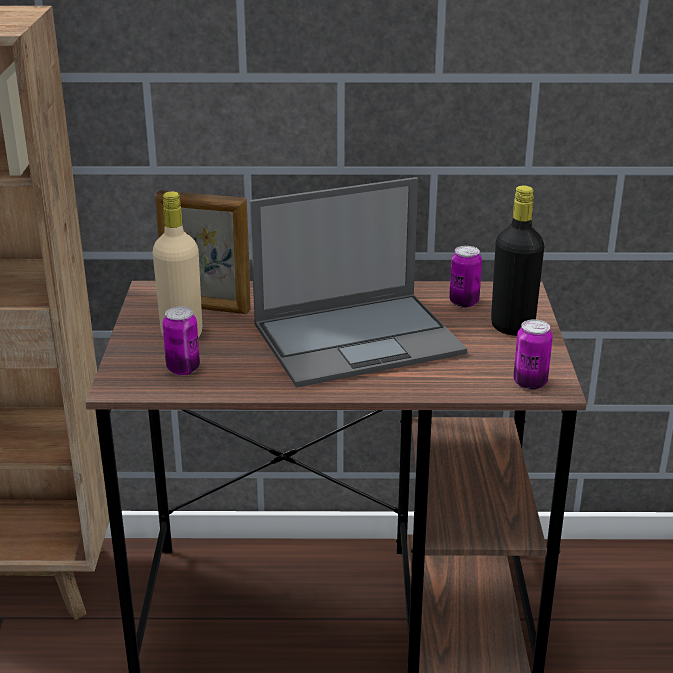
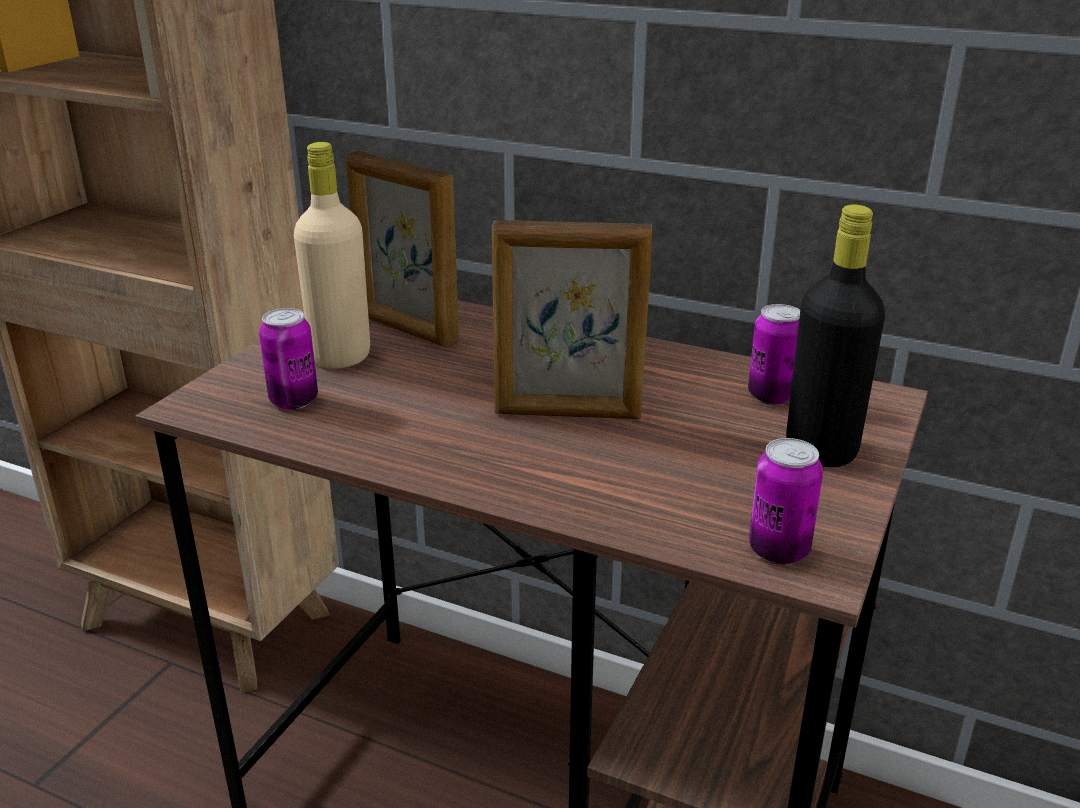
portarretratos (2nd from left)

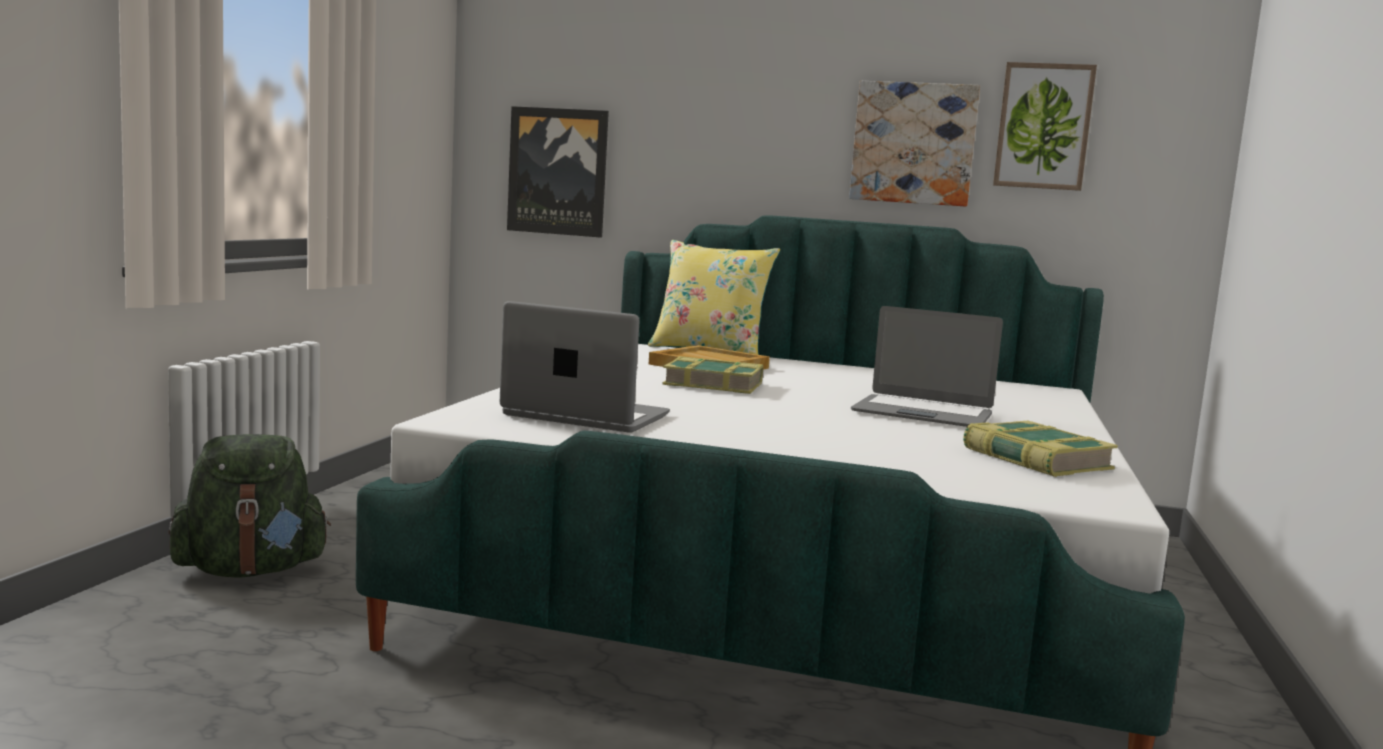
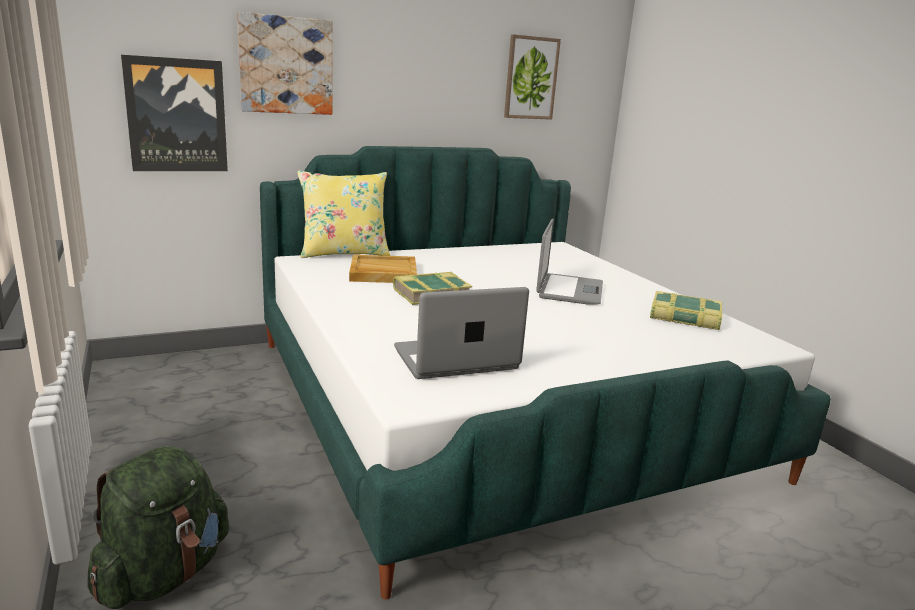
cuadro (2nd from left)
portátil (2nd from left)

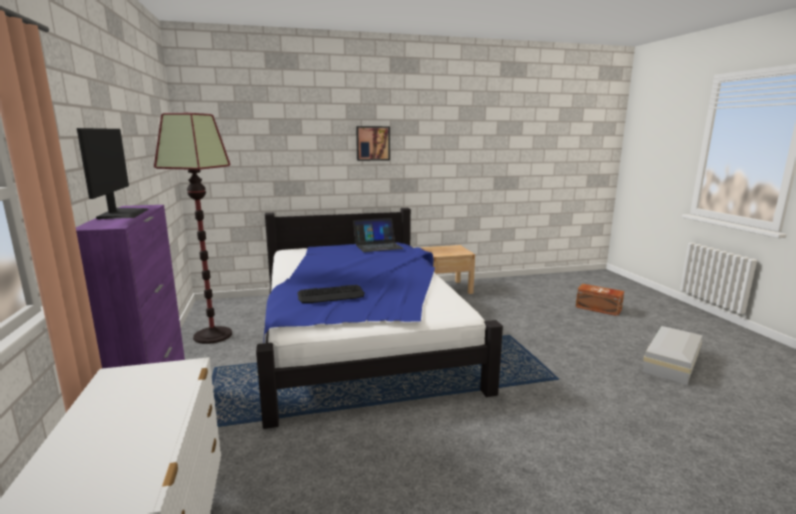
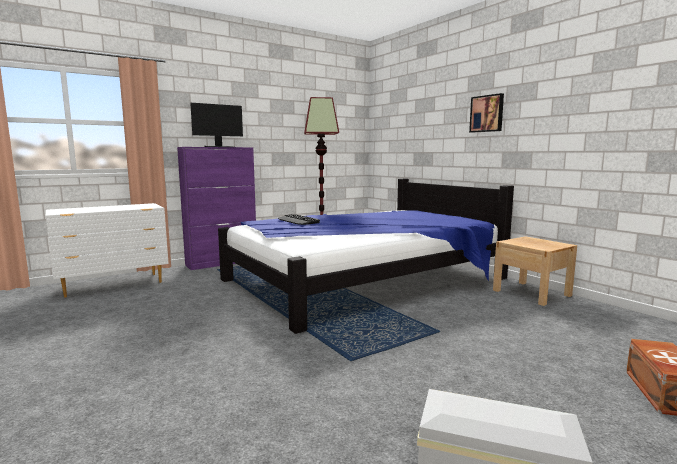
portátil

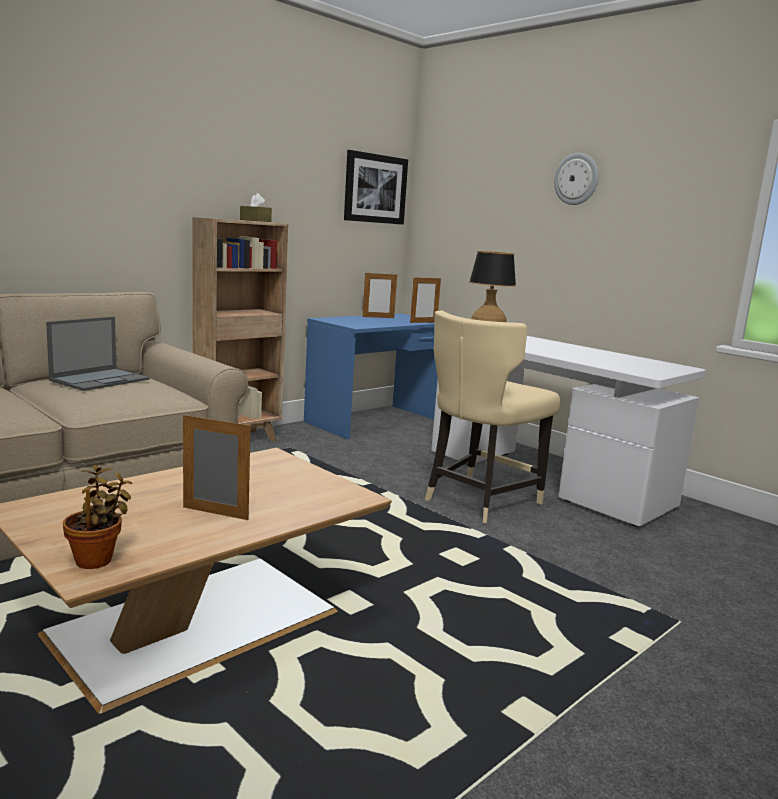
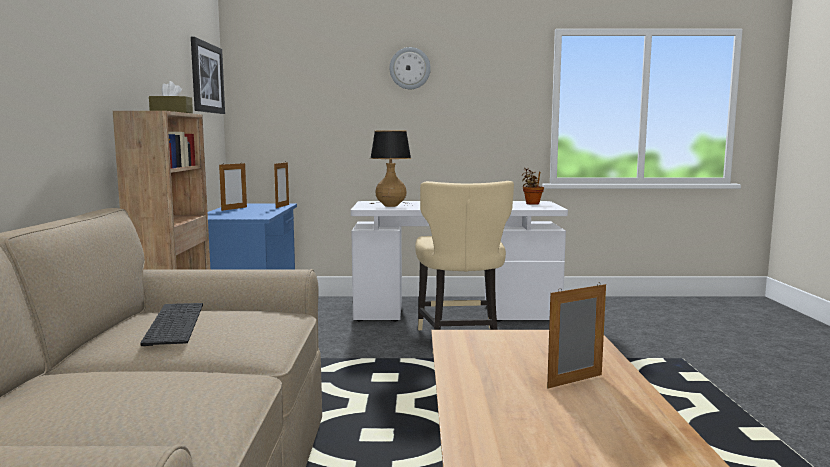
teclado
planta en maceta

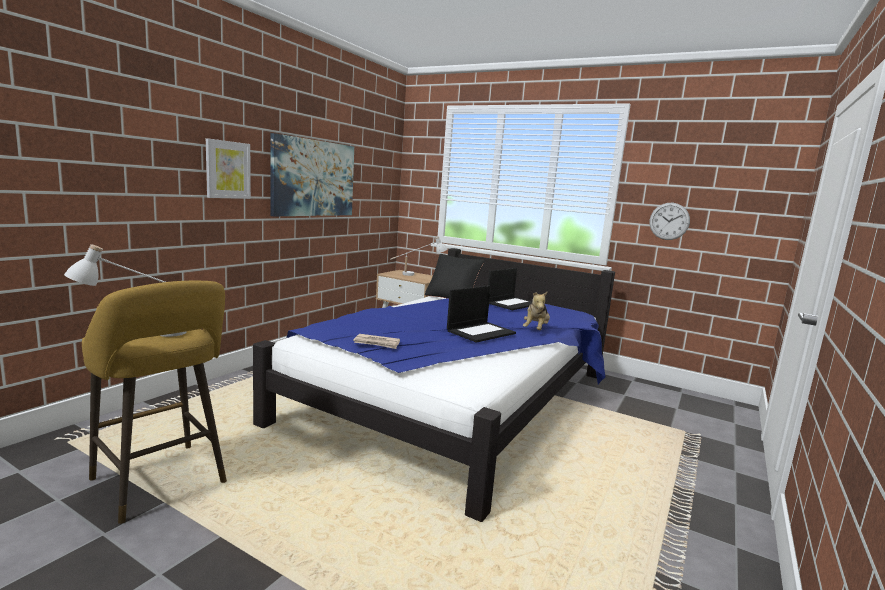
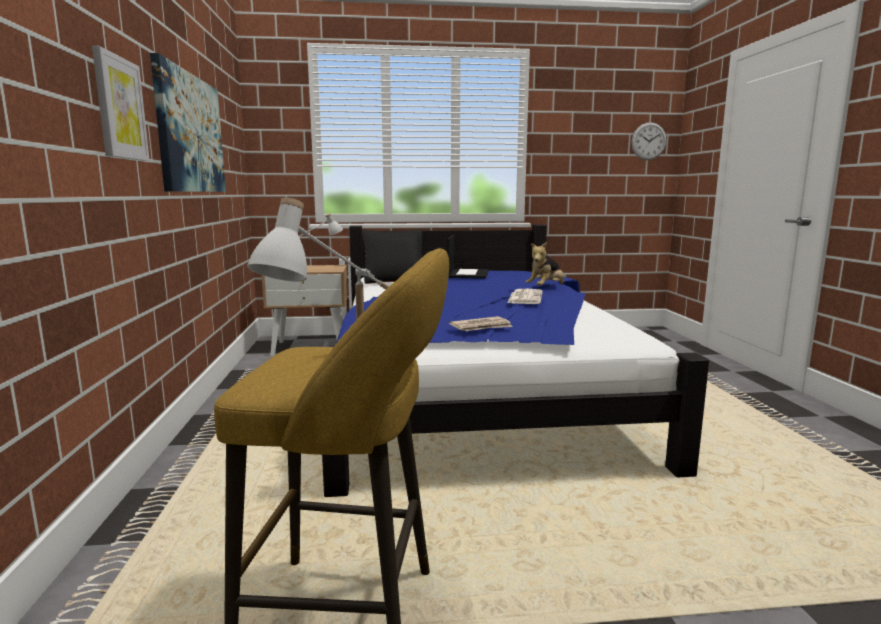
reloj de pared
periódico (2nd from left)
peluche

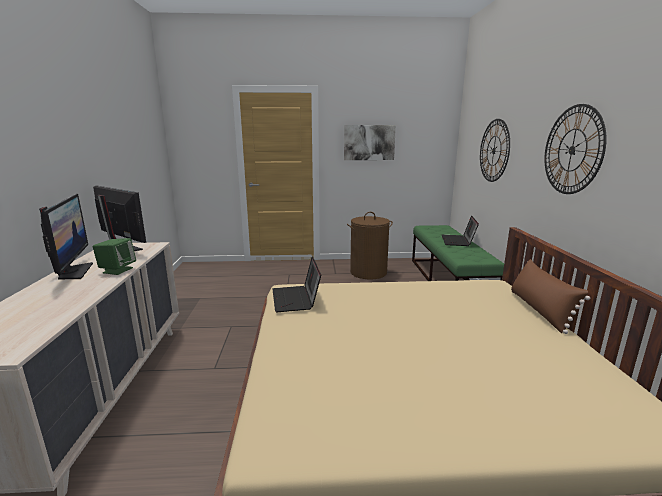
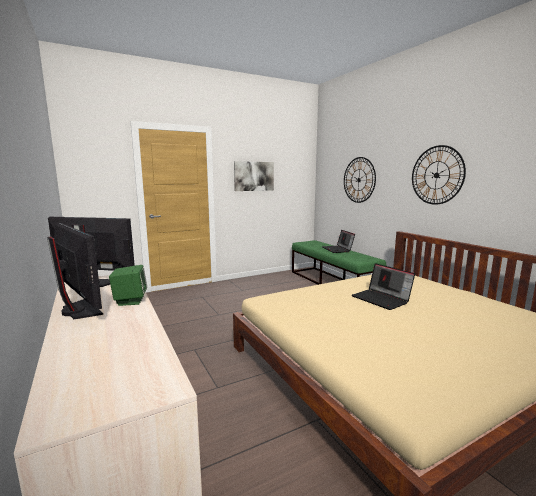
cesto de la ropa/marrón
portátil (2nd from left)
cojín/marrón

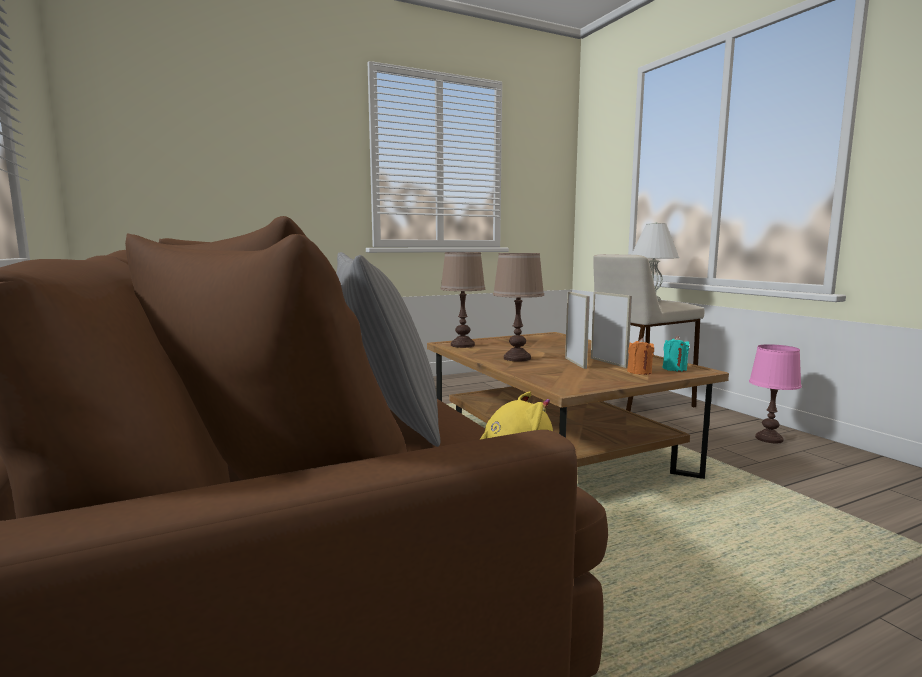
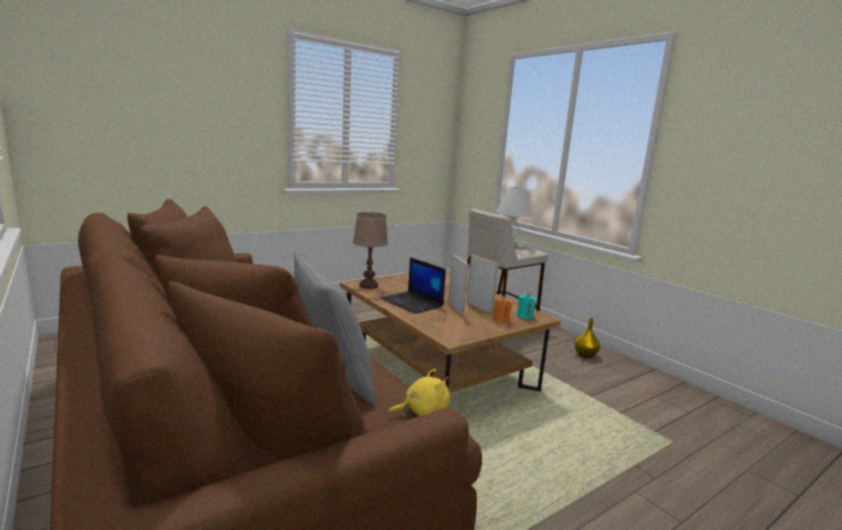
portátil
florero/amarillo

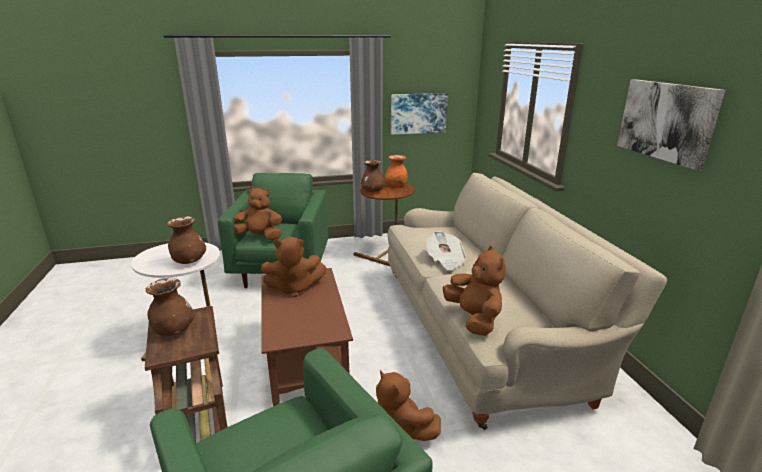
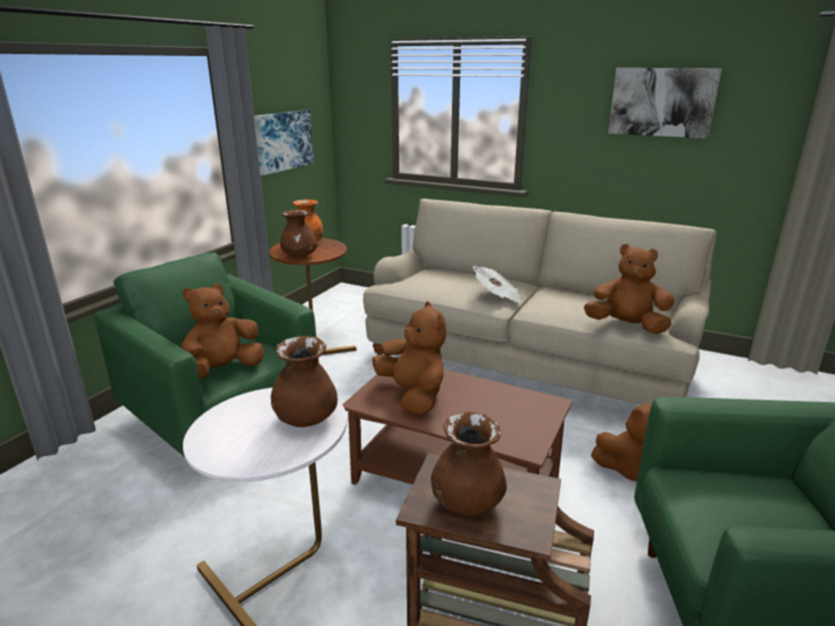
peluche/marrón (2nd from left)

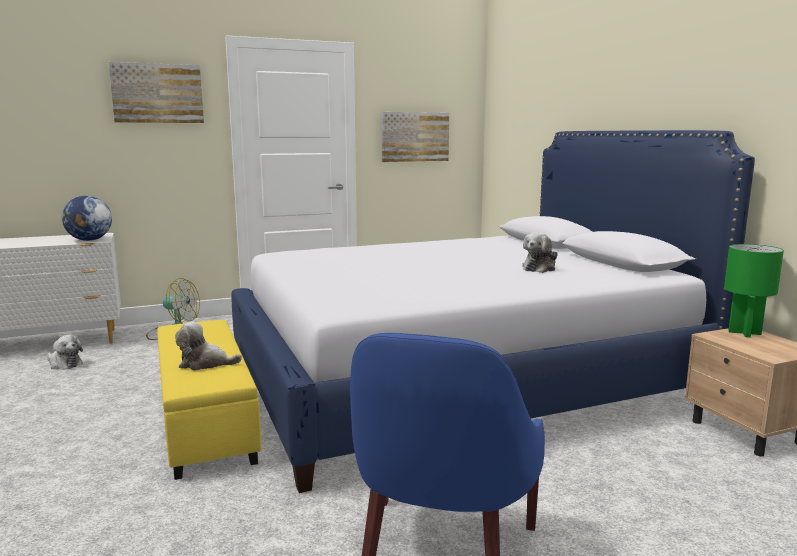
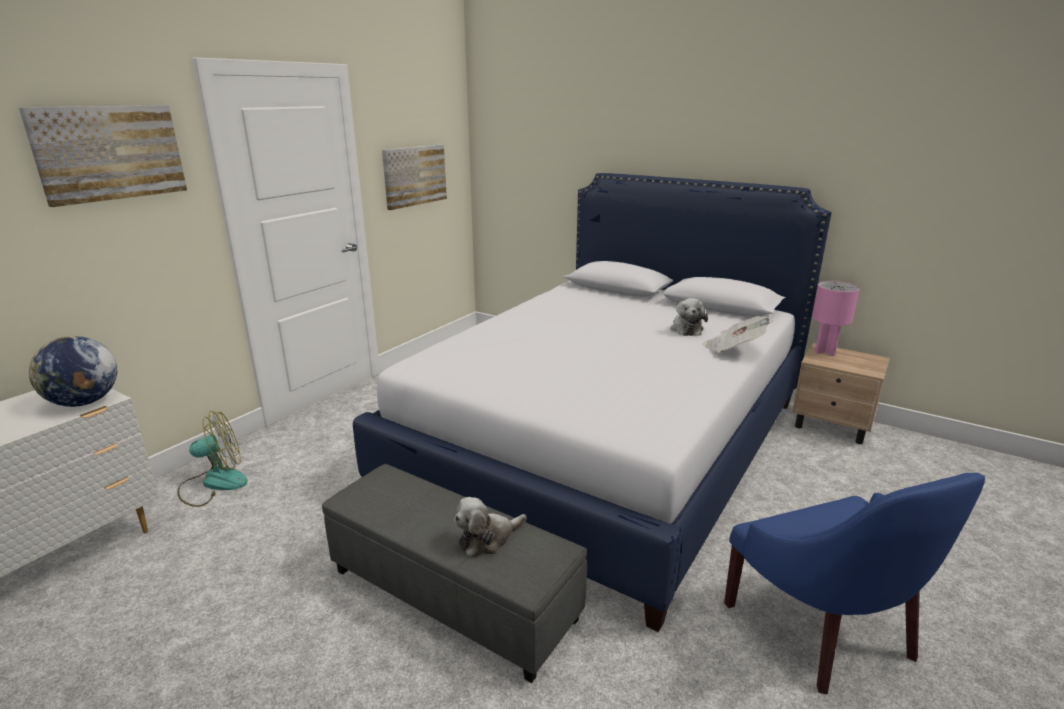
lámpara de mesa/rosa
puf/gris
peluche (1st from left in the first image)
periódico

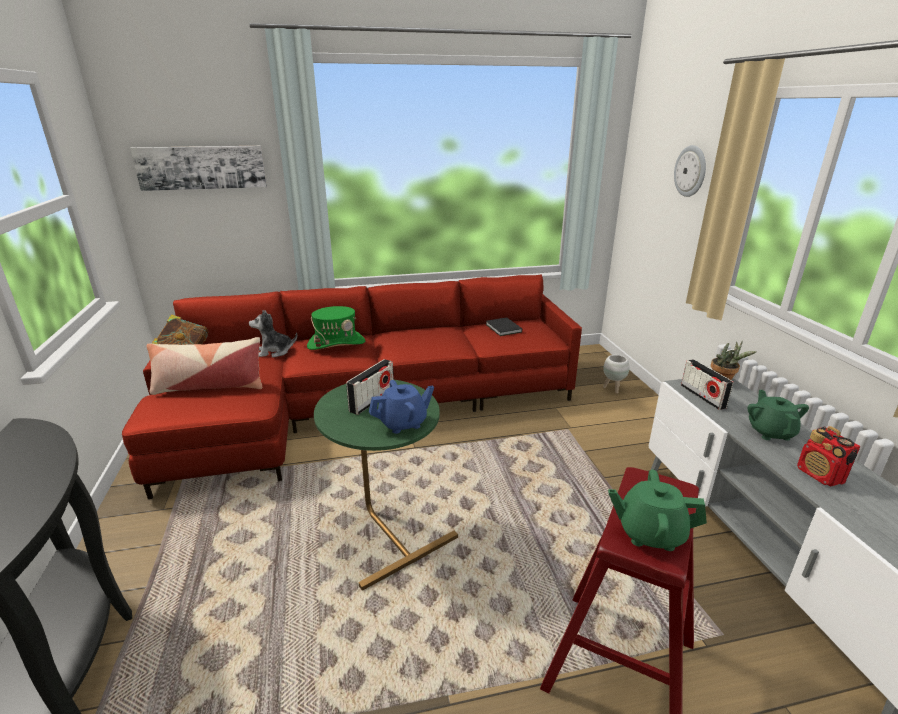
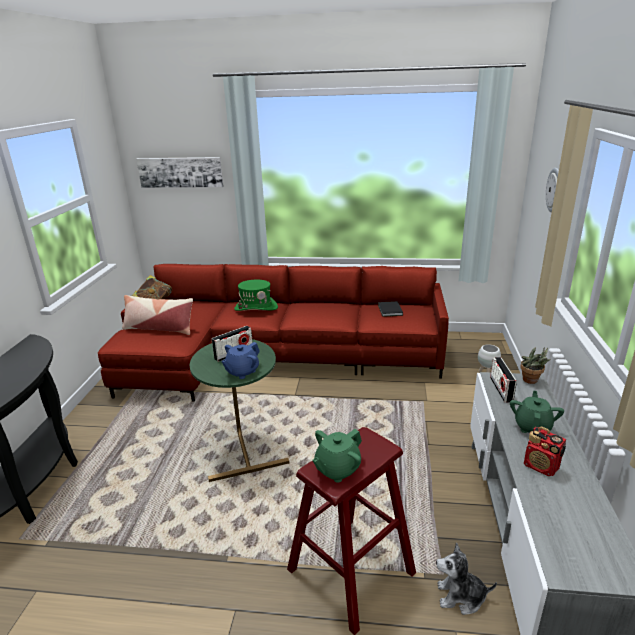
peluche
tetera/azul
radio (3rd from left)
tetera/verde (1st from left)

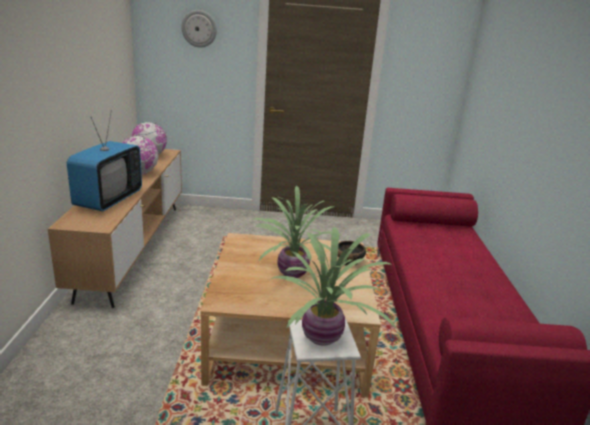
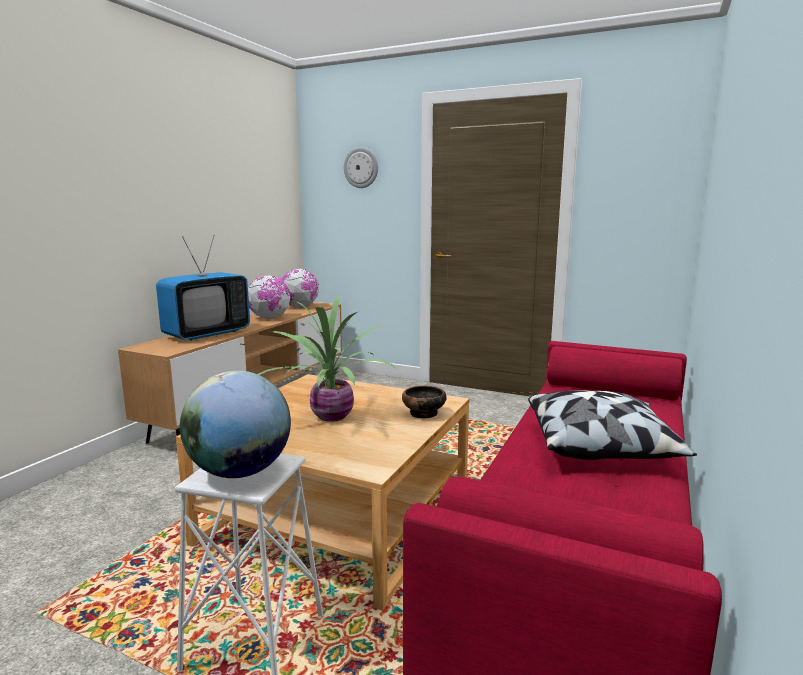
globo terráqueo (1st from left)
cojín

